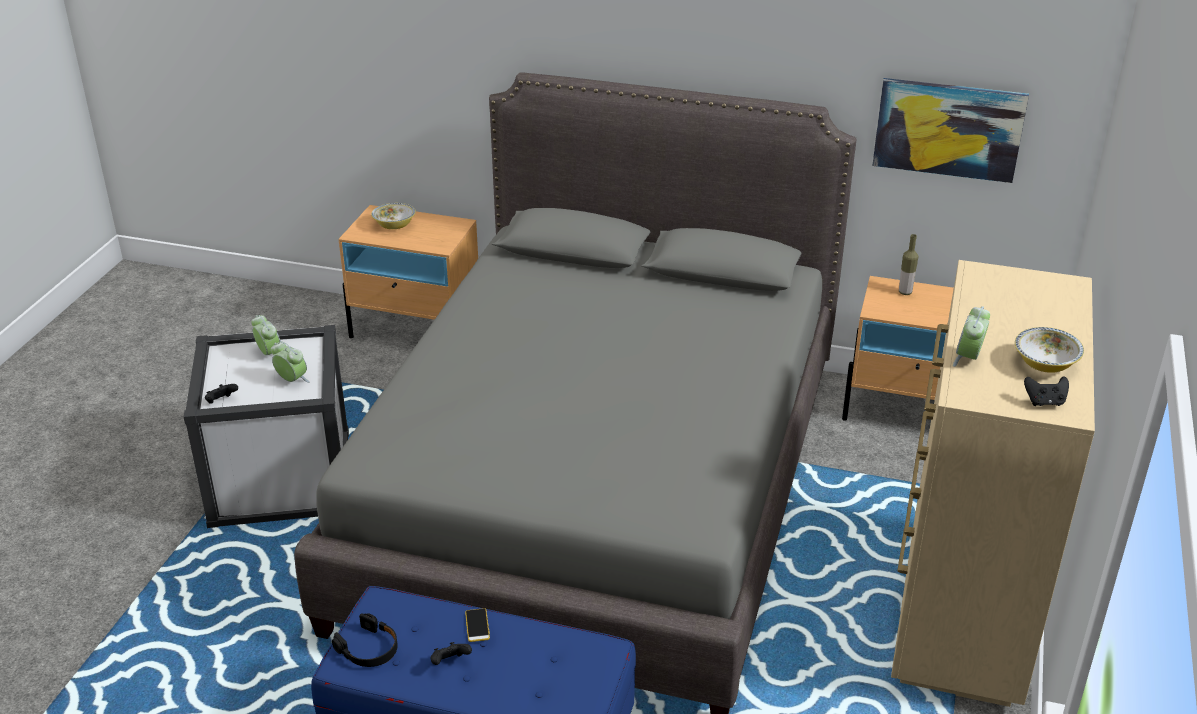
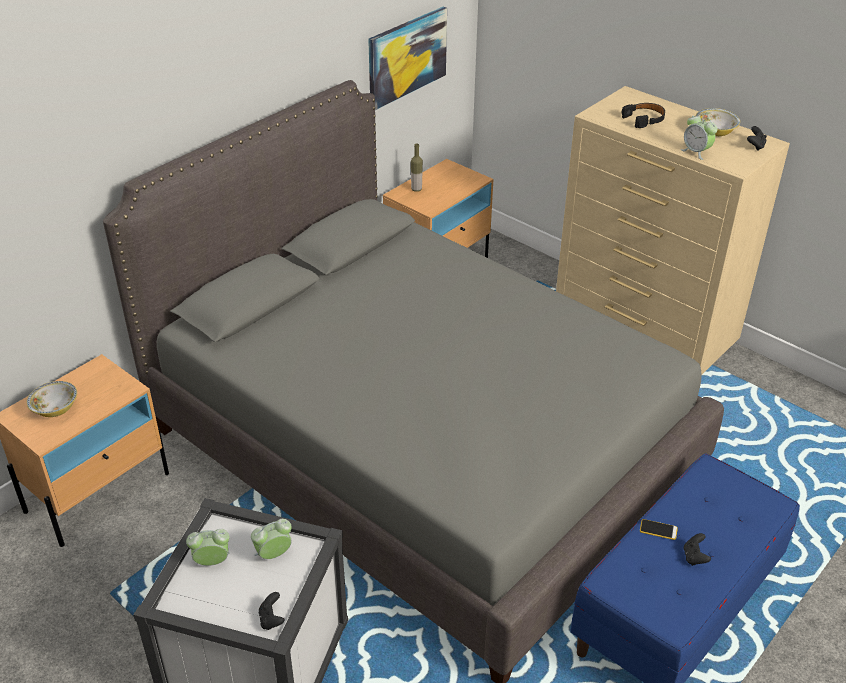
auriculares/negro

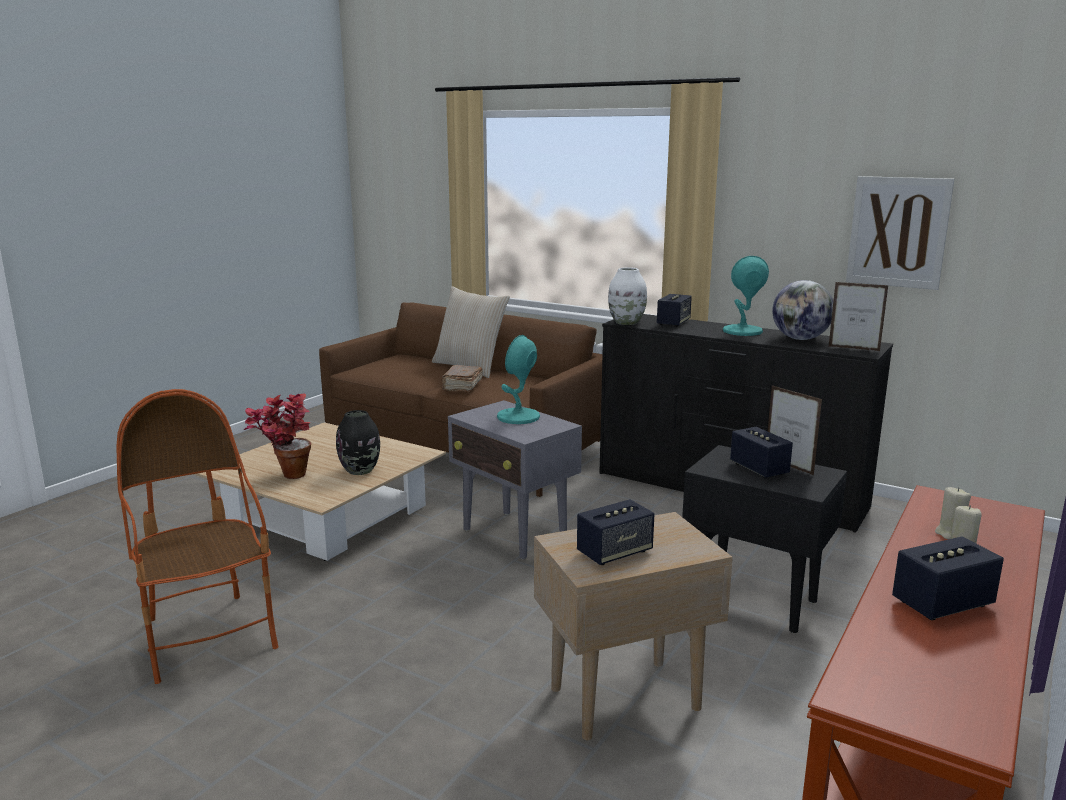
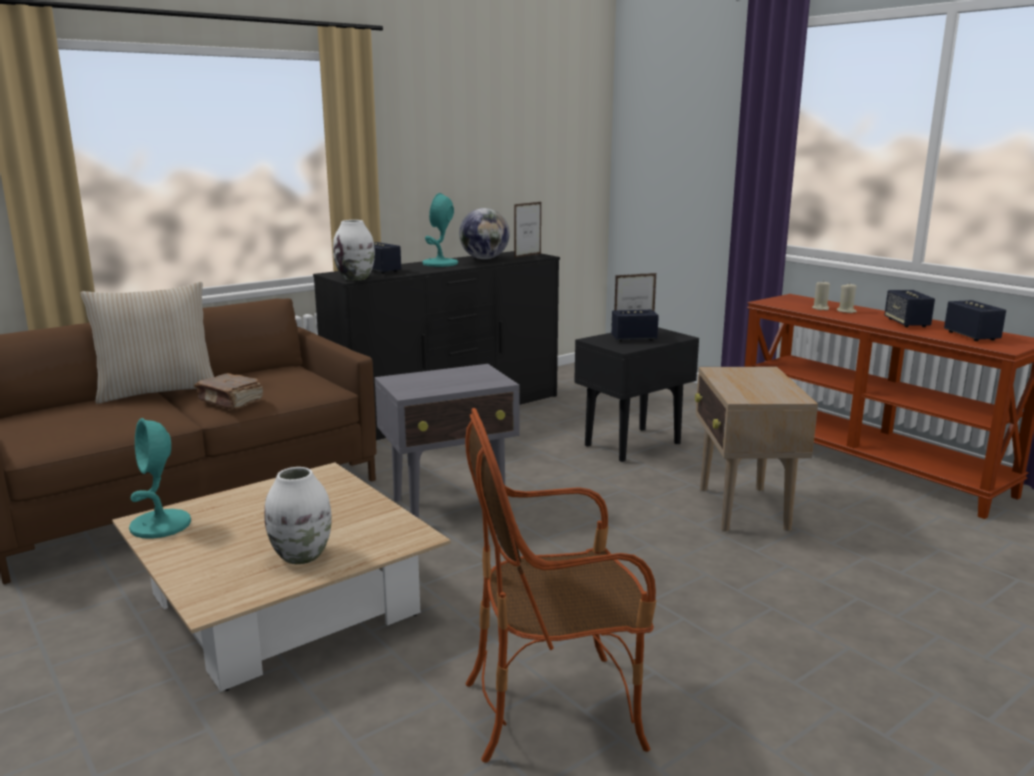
cuadro
lámpara de mesa/turquesa (1st from left)
florero/blanco (1st from left)
florero/negro
altavoz (4th from left)

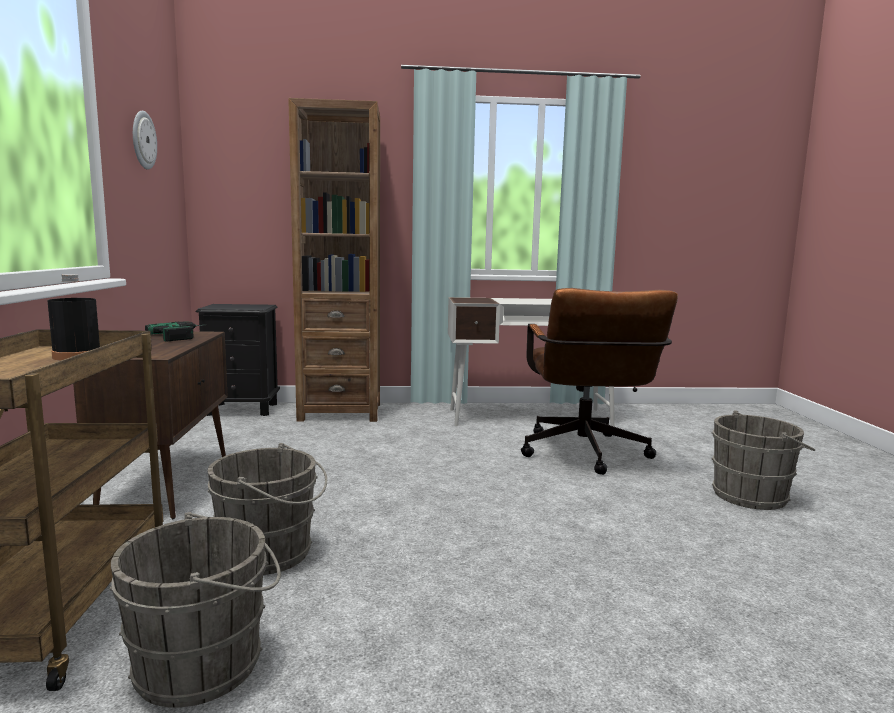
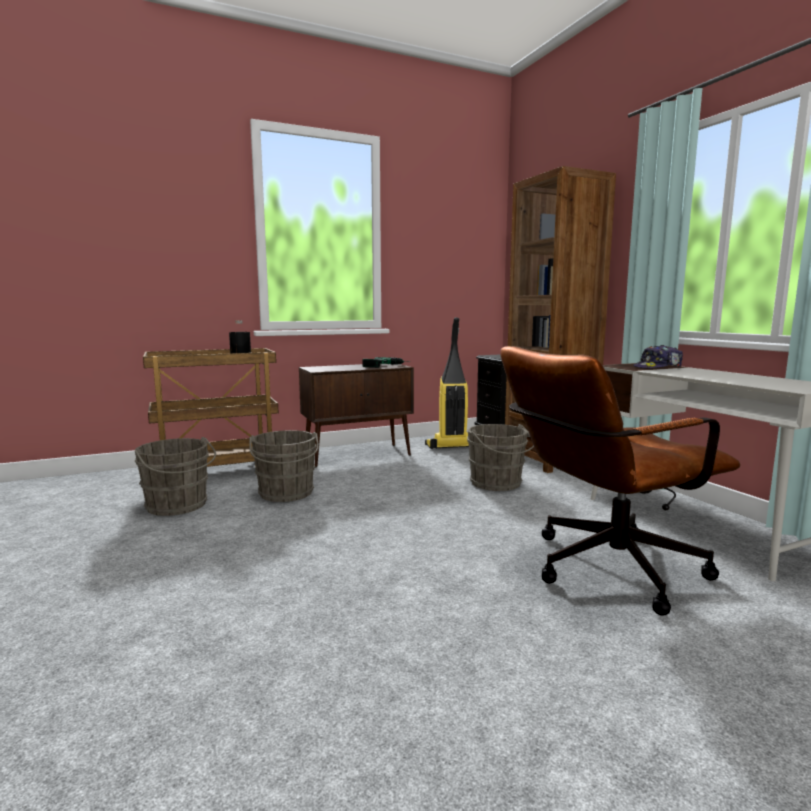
reloj de pared
cubo/gris (3rd from left)
aspiradora
gorra

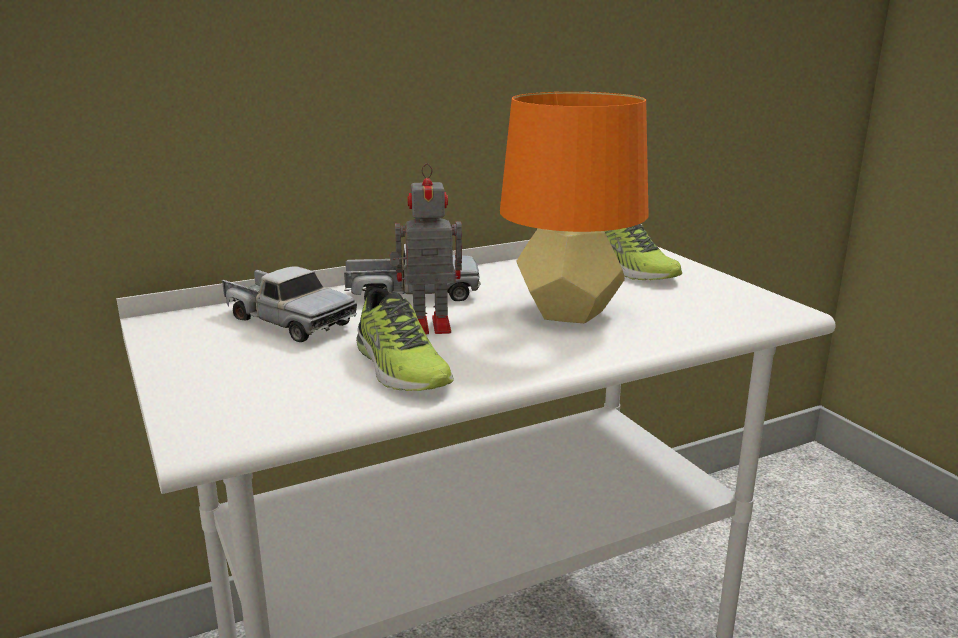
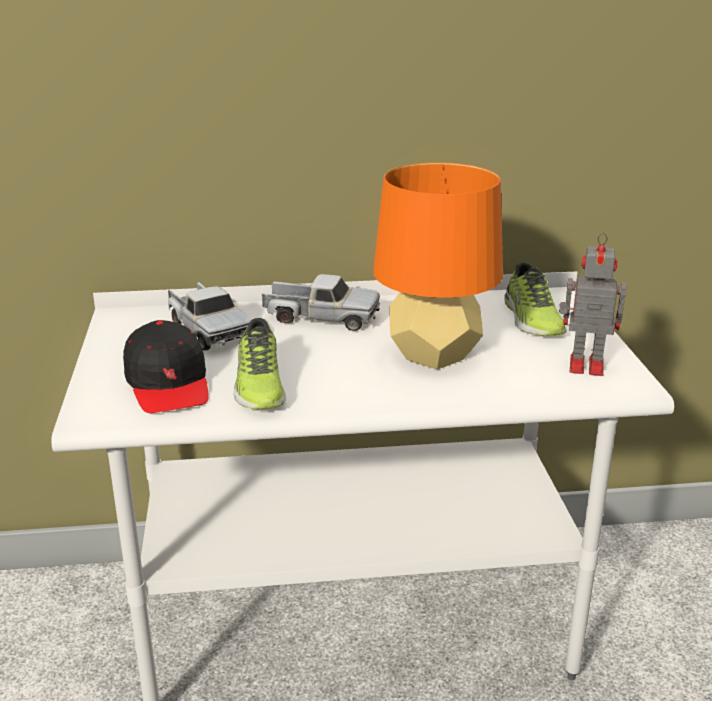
robot de juguete
gorra/negro

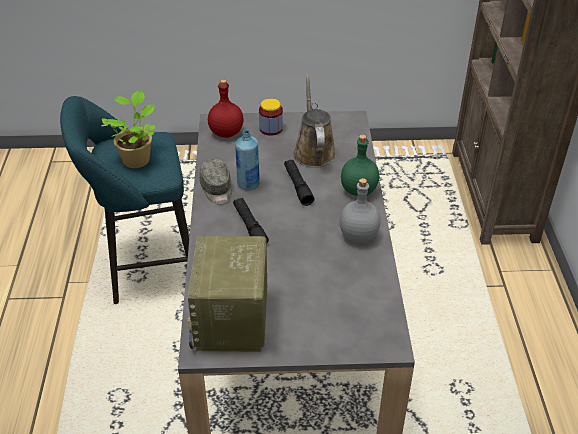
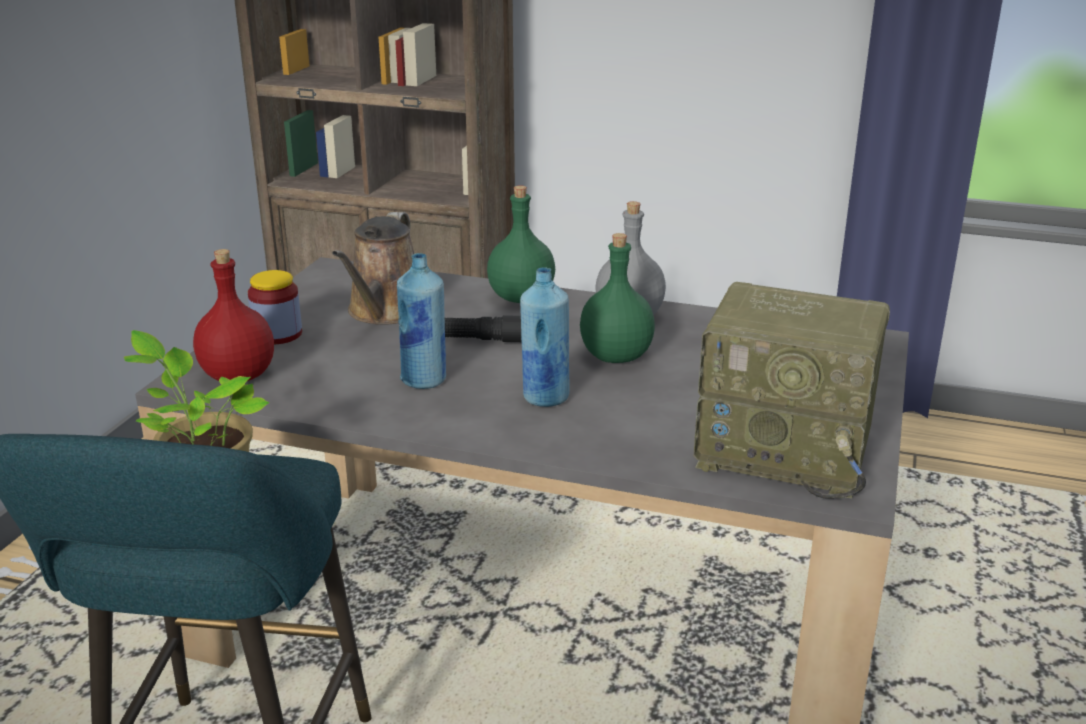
regadera/marrón
gorra/gris
botella/azul (2nd from left)
botella/verde (2nd from left)

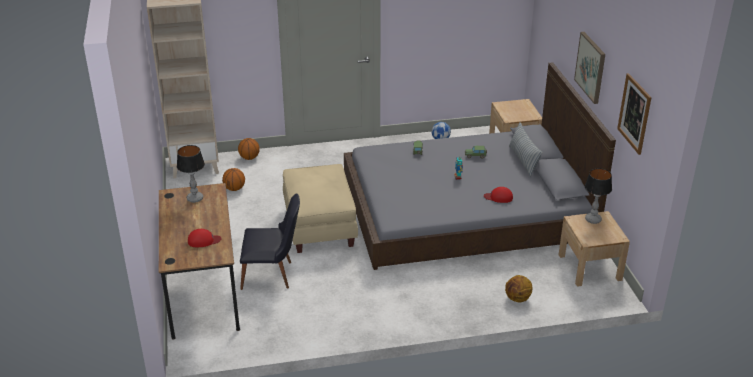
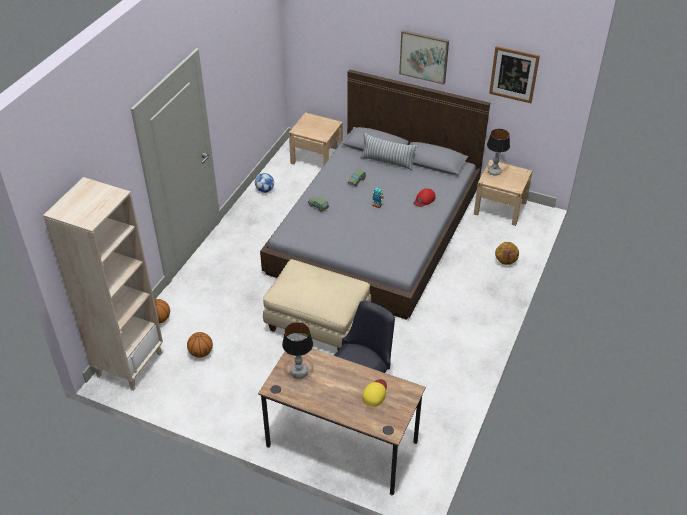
gorra/amarillo

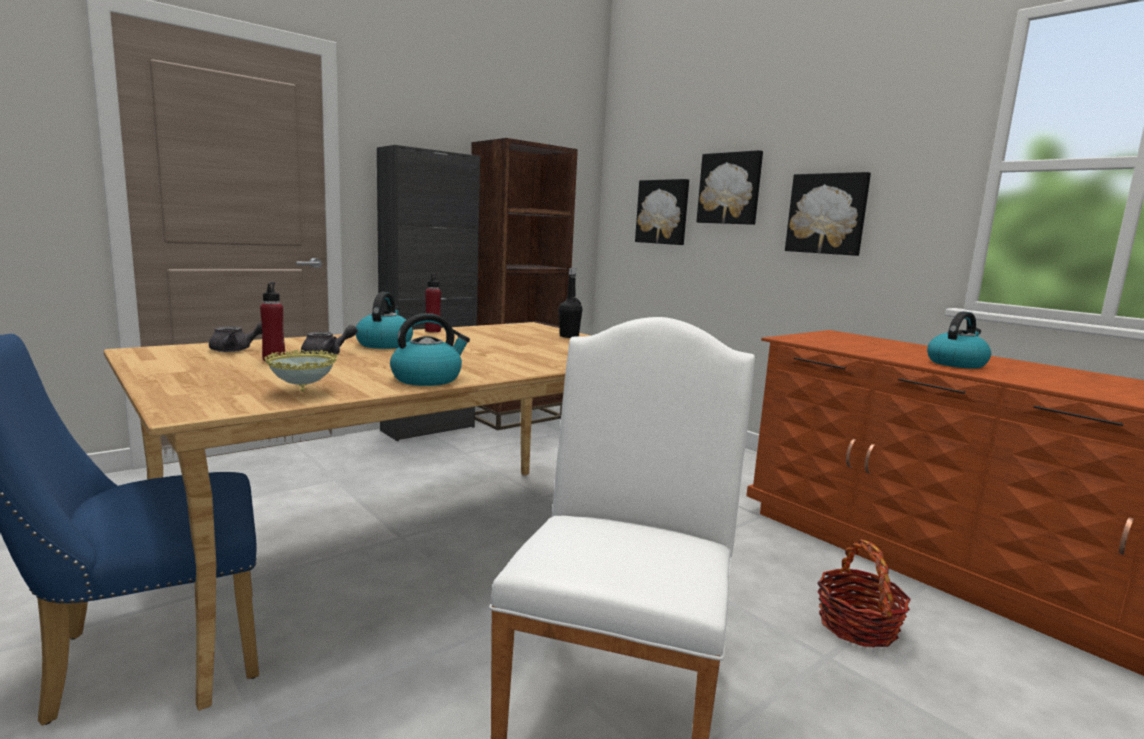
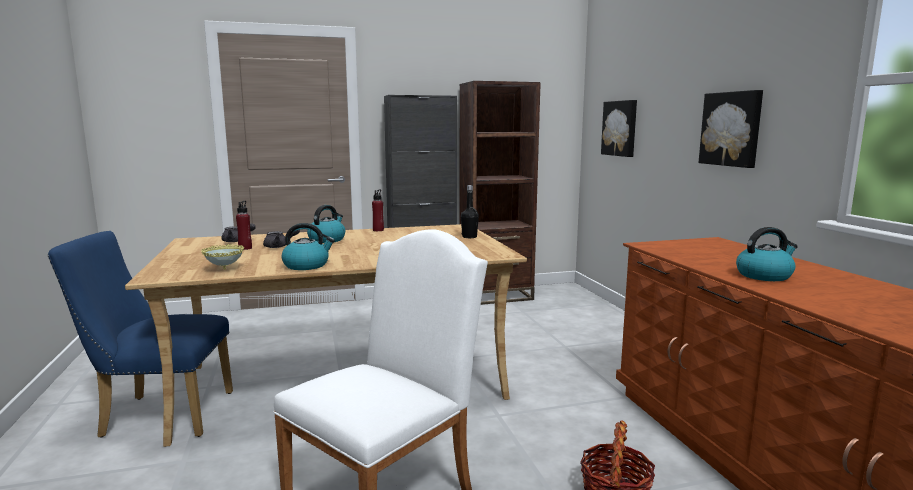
cuadro (2nd from left in the first image)

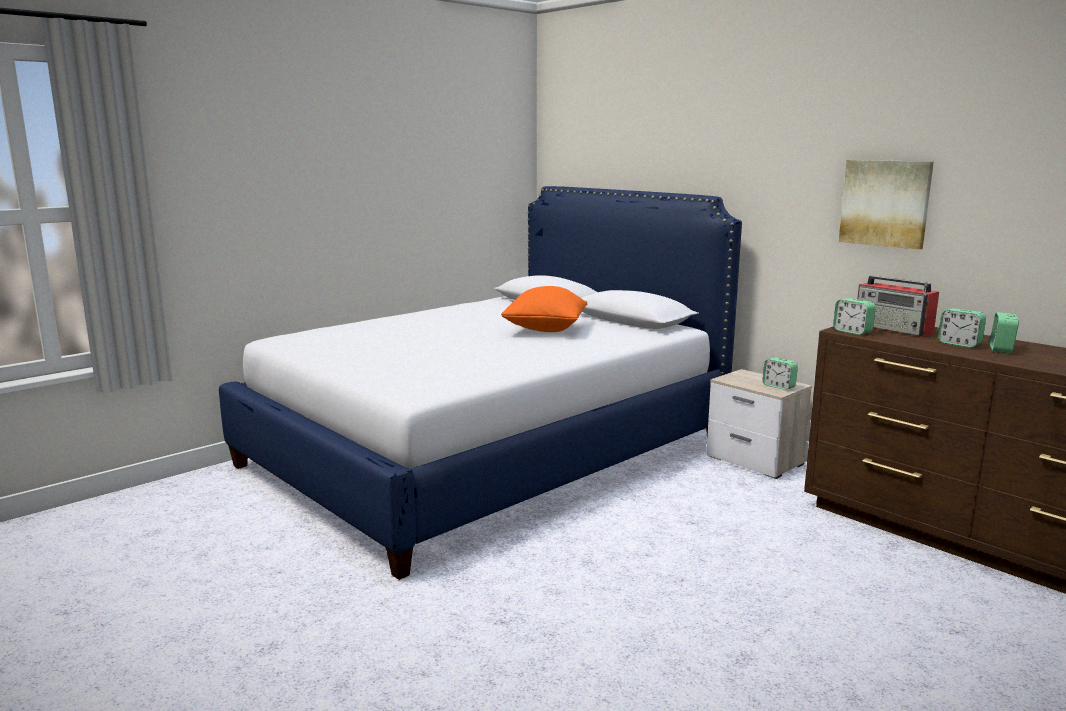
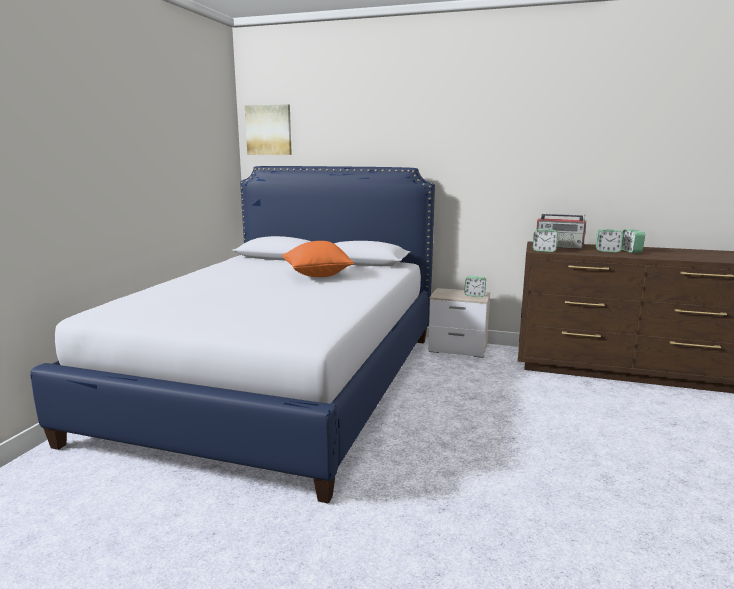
cuadro

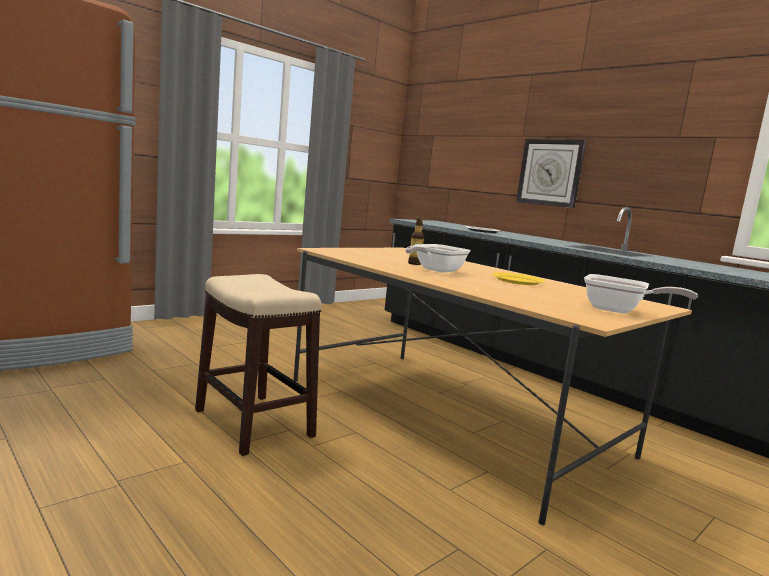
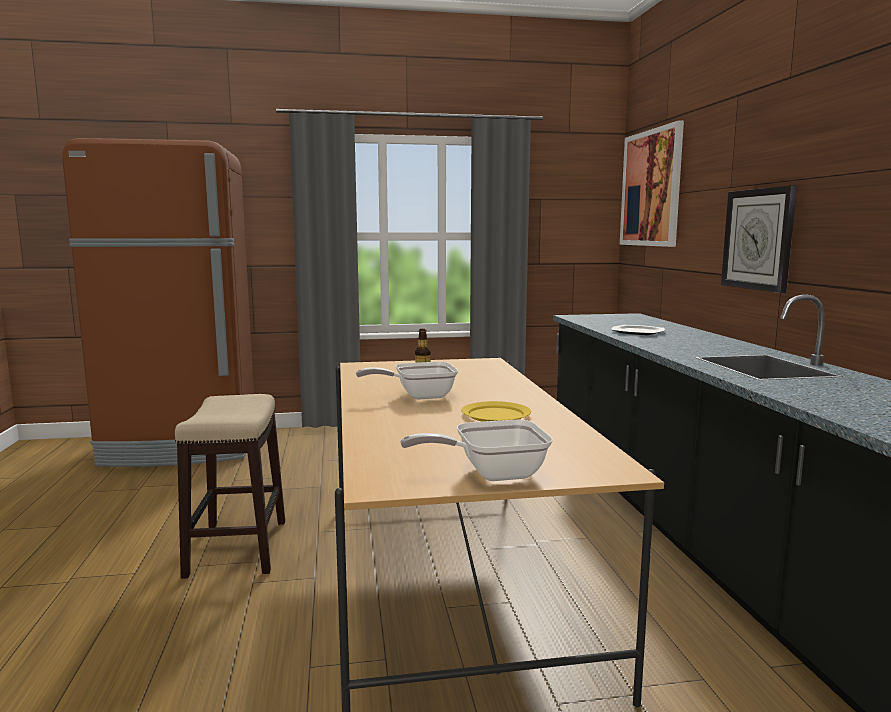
sartén (2nd from left)
cuadro

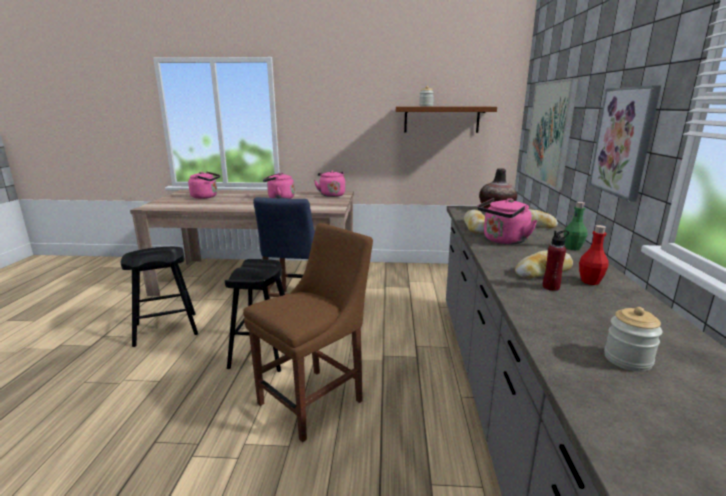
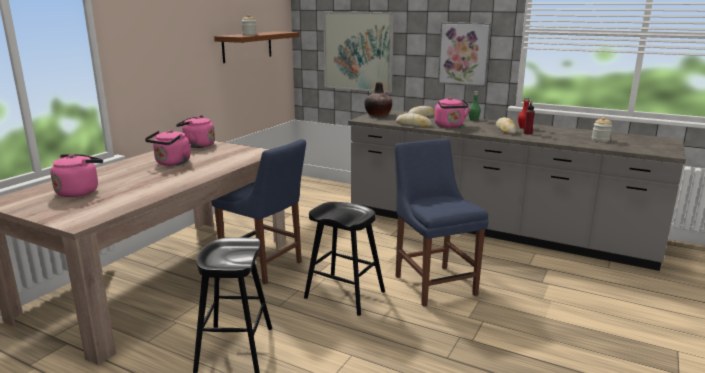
silla/azul (2nd from left)

